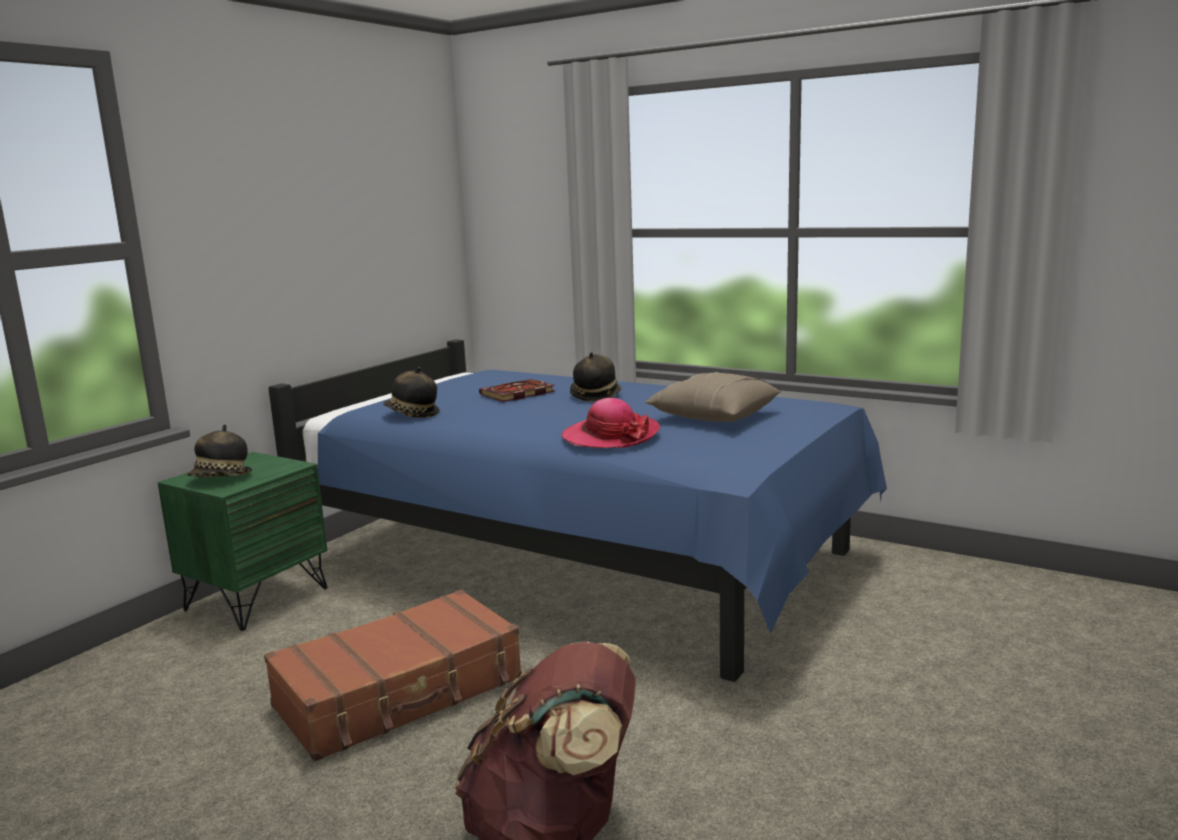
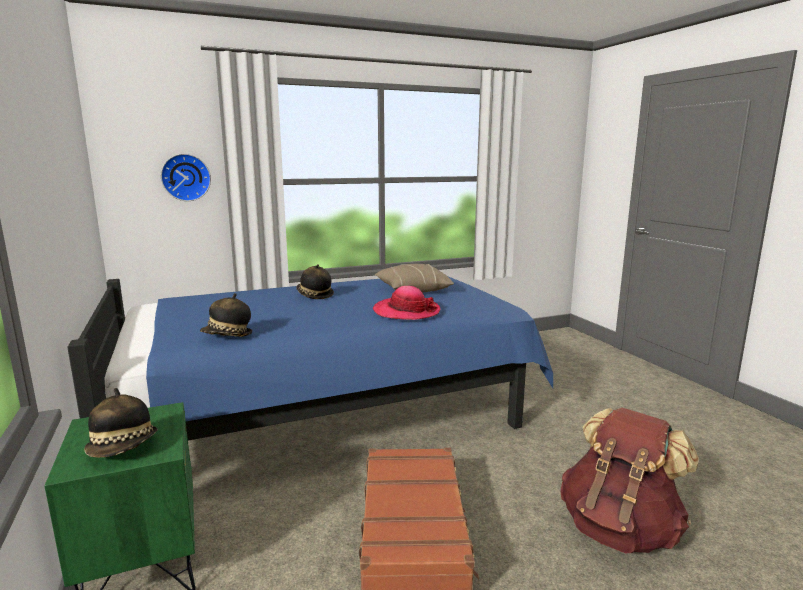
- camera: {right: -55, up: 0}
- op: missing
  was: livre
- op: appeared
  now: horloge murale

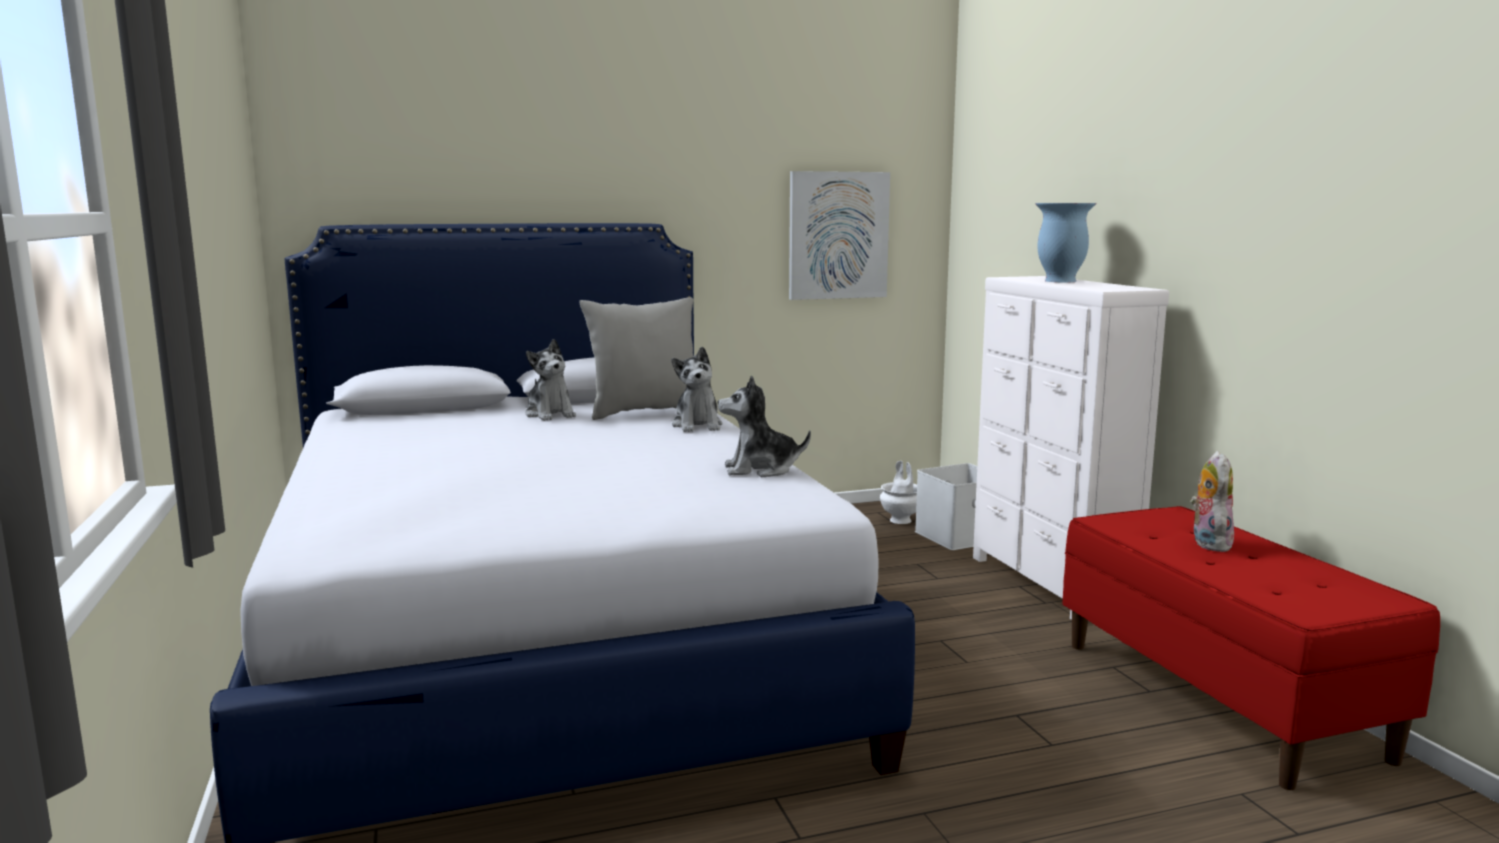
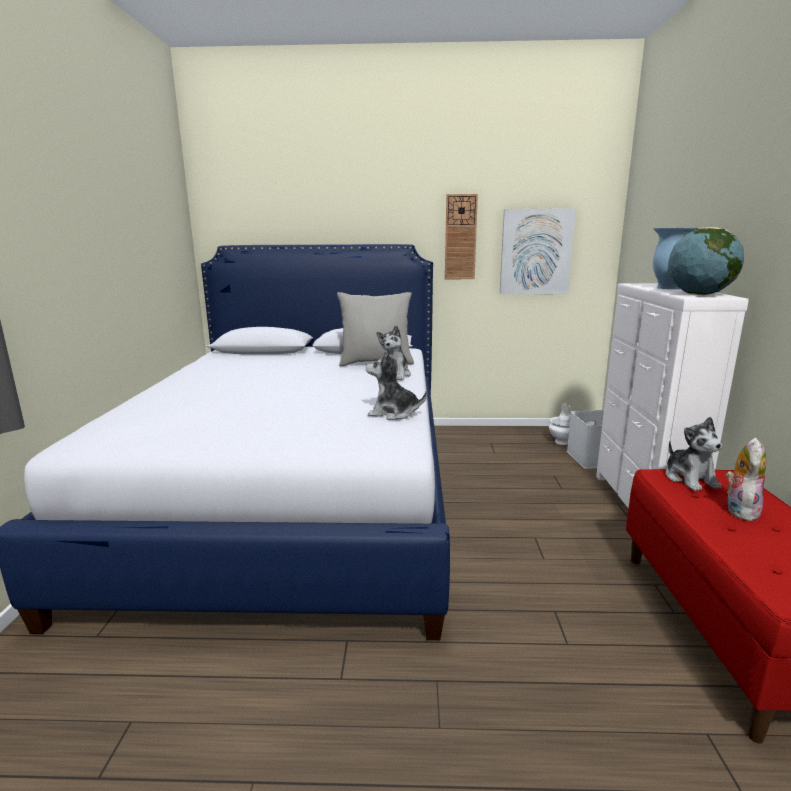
- camera: {right: 20, up: 5}
- op: relocated
  was: peluche (no. 1 from left in the first image)
  now: peluche (no. 3 from left)
- op: appeared
  now: horloge murale
- op: appeared
  now: globe

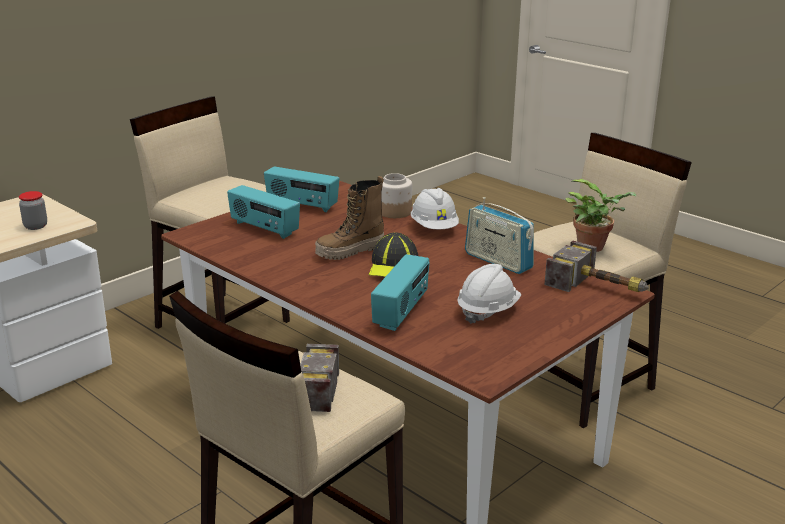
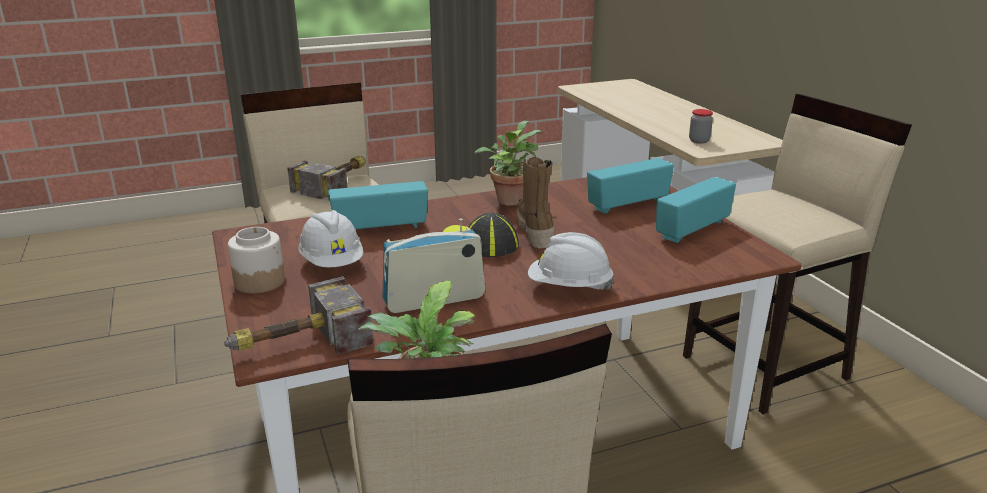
- camera: {right: 115, up: 0}
- op: relocated
  was: bocal (no. 2 from left in the first image)
  now: bocal (no. 1 from left)
- op: spun
  was: radio (no. 3 from left in the first image)
  clockwise: 120
- op: appeared
  now: plante en pot (no. 2 from left)

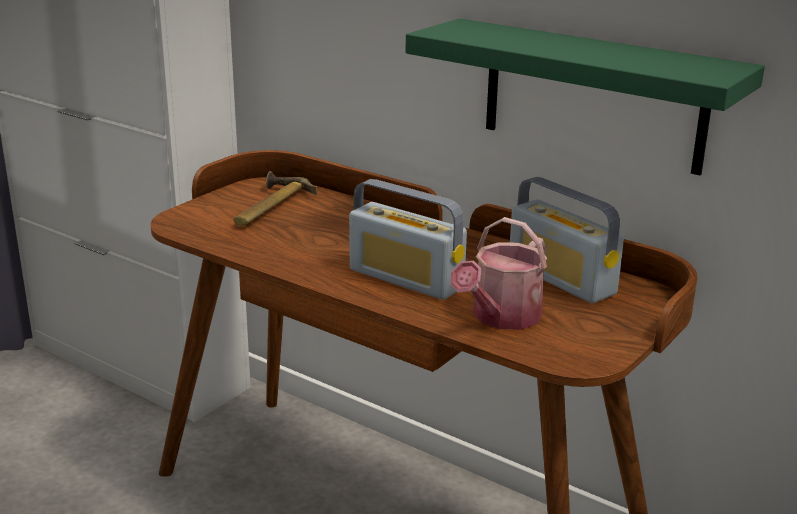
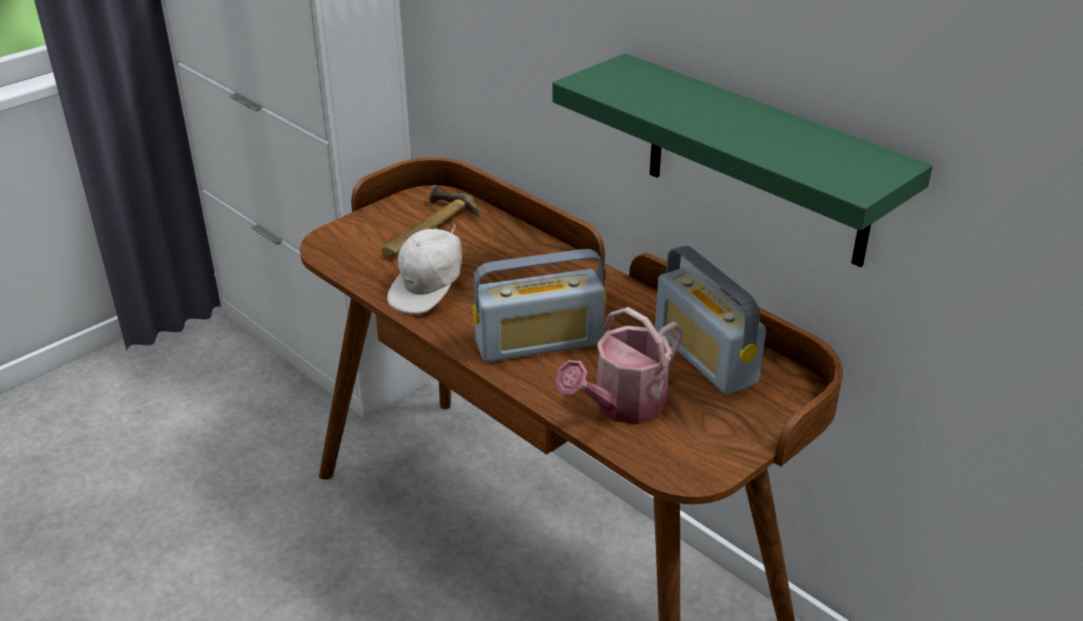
- camera: {right: 10, up: 10}
- op: spun
  was: radio (no. 1 from left)
  clockwise: -60
- op: appeared
  now: casquette [blanc]

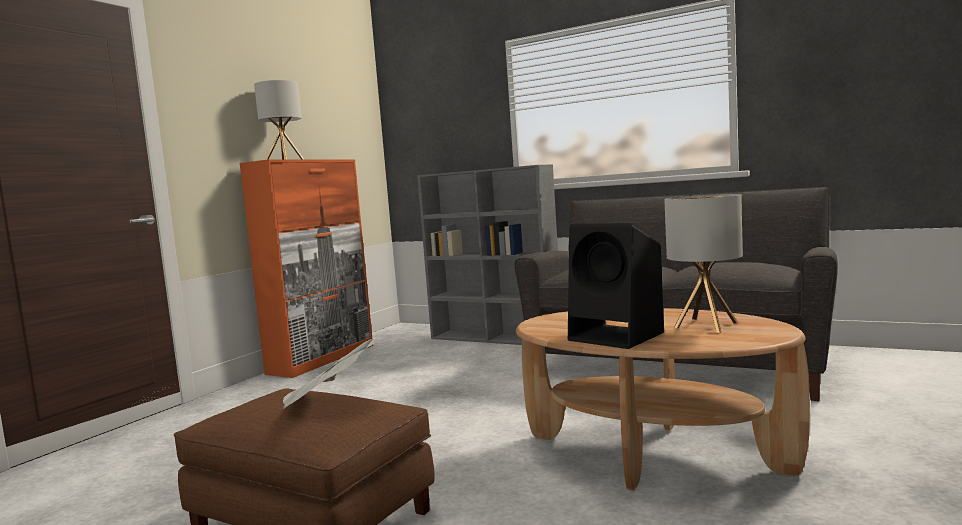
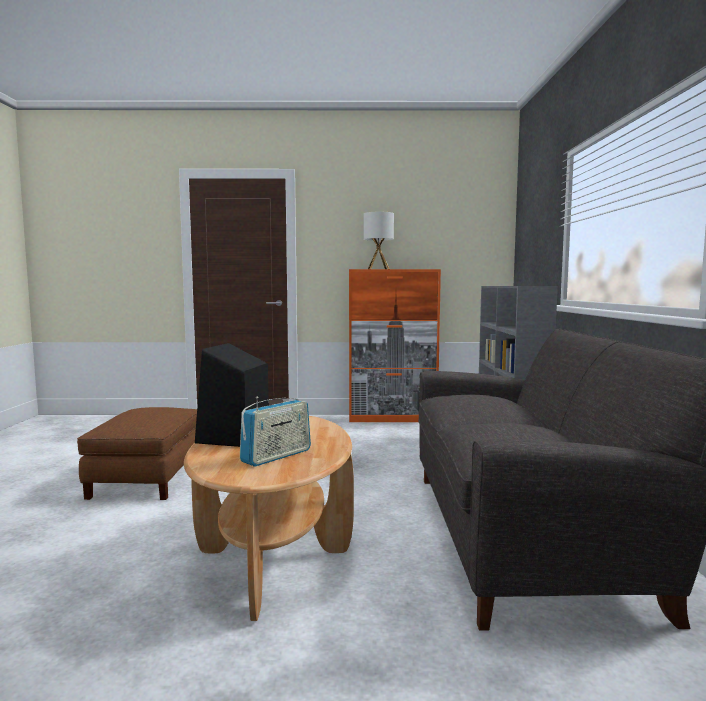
- camera: {right: 60, up: 0}
- op: exchanged
  was: lampe de table (no. 2 from left)
  now: radio
- op: missing
  was: journal

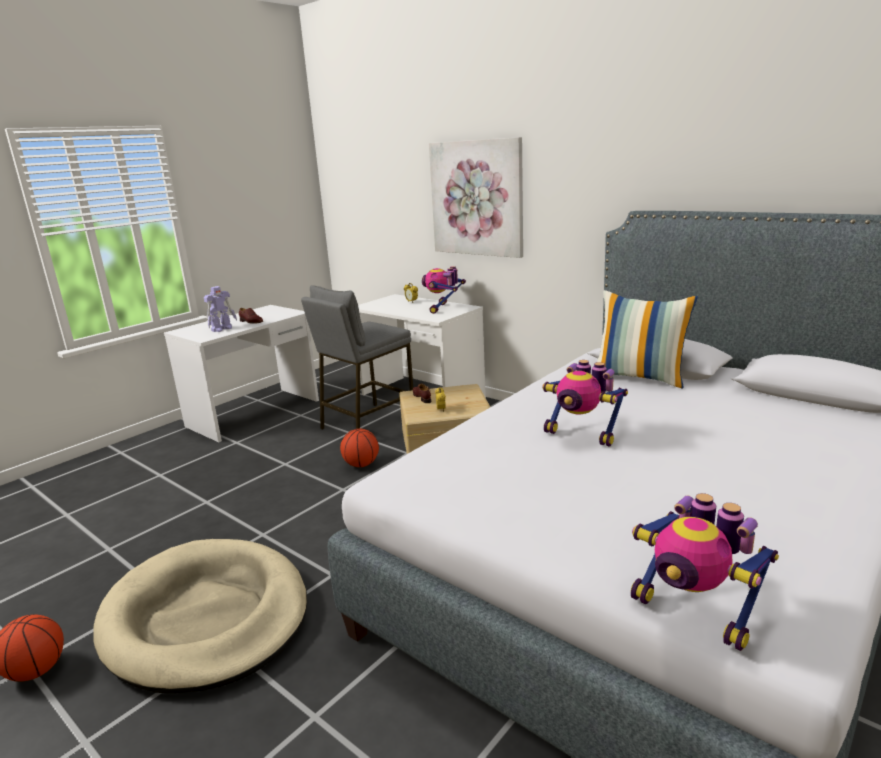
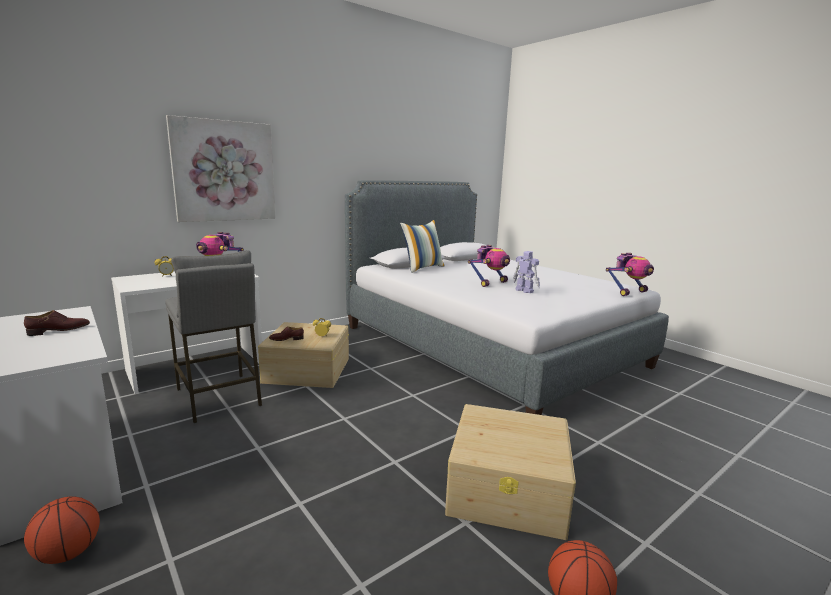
- camera: {right: -80, up: -5}
- op: relocated
  was: robot jouet (no. 1 from left in the first image)
  now: robot jouet (no. 3 from left)
- op: relocated
  was: ballon de basket (no. 2 from left in the first image)
  now: ballon de basket (no. 1 from left)
- op: exchanged
  was: panier pour chien [beige]
  now: boîte de rangement [beige] (no. 2 from left)

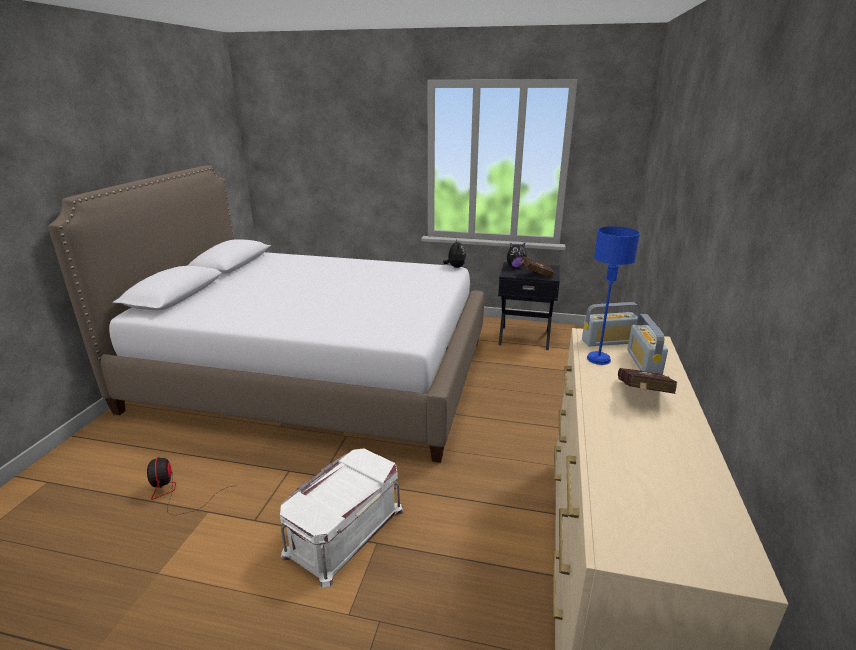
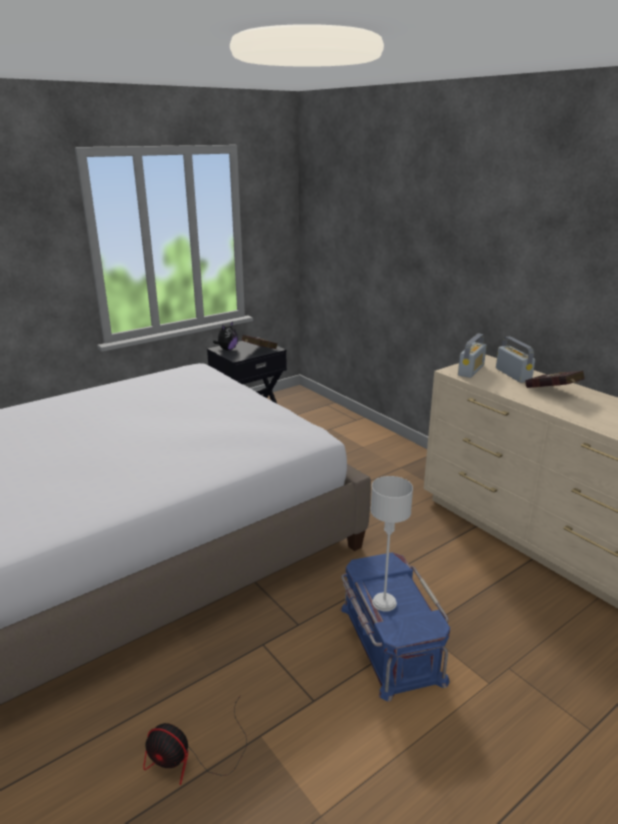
- camera: {right: -50, up: 0}
- op: missing
  was: lampe de table [bleu]
- op: missing
  was: peluche (no. 1 from left)
- op: spun
  was: radio (no. 2 from left)
  clockwise: -150
- op: colour
  was: boîte de rangement [blanc]
  now: boîte de rangement [bleu]
- op: appeared
  now: lampe de table [gris]

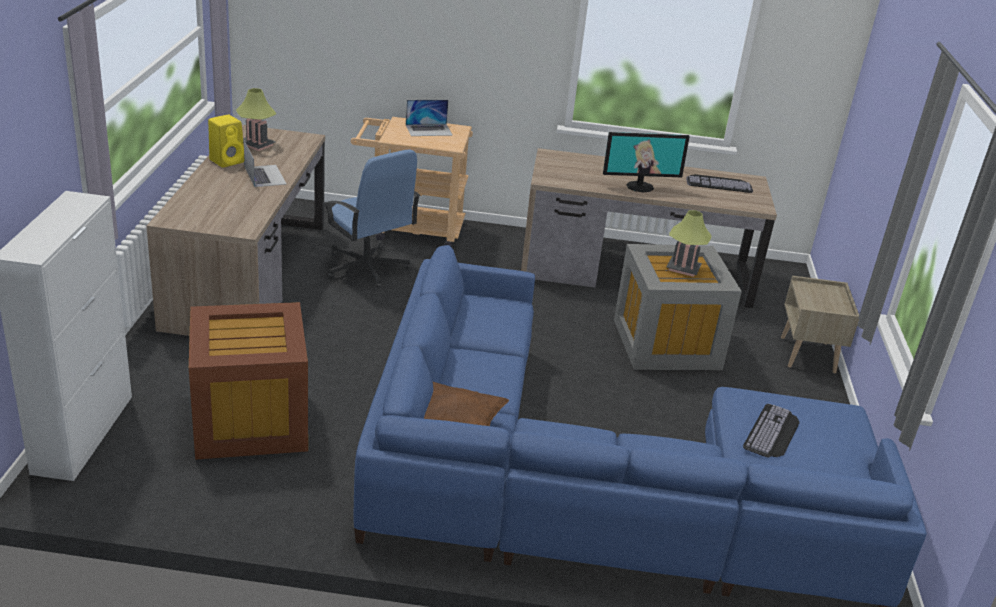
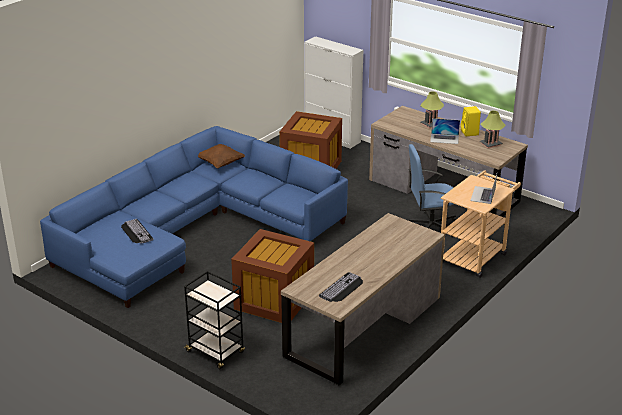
- camera: {right: 125, up: 0}
- op: missing
  was: écran d'ordinateur
- op: relocated
  was: lampe de table (no. 2 from left in the first image)
  now: lampe de table (no. 1 from left)
- op: colour
  was: boîte de rangement [gris]
  now: boîte de rangement [marron] (no. 1 from left)
- op: exchanged
  was: table de chevet [beige]
  now: chariot [noir]

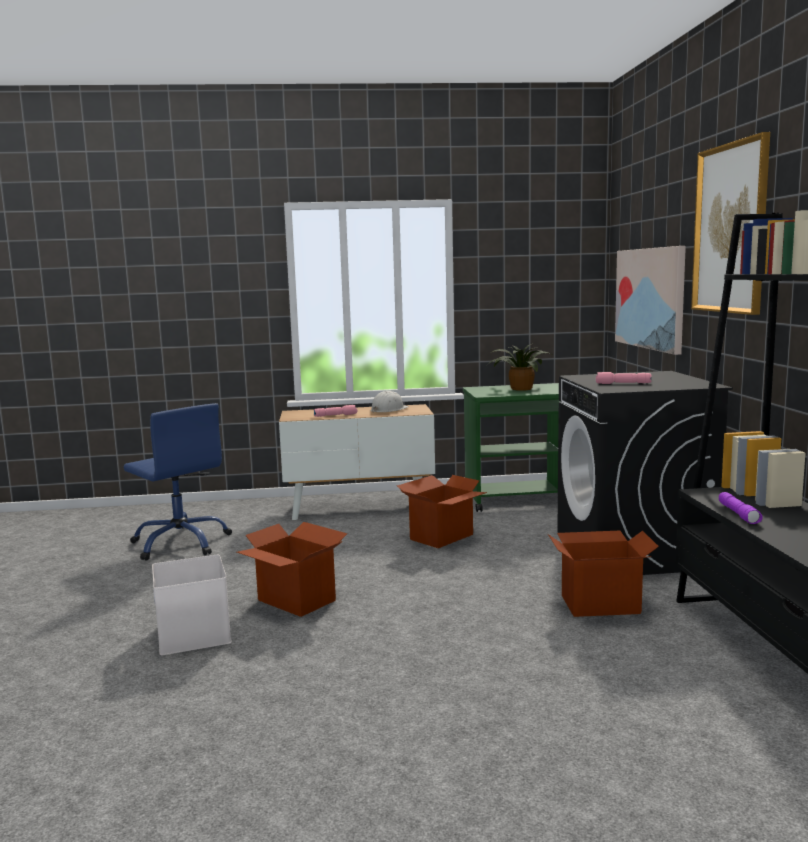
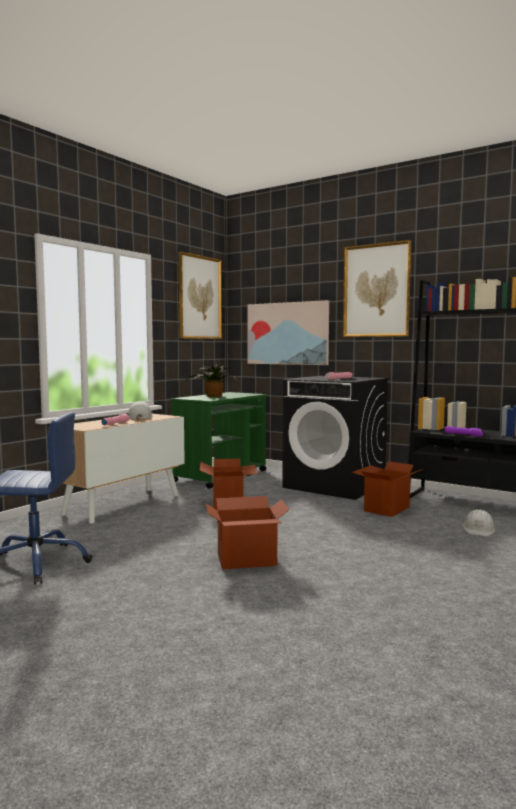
- camera: {right: -50, up: -5}
- op: missing
  was: boîte de rangement [blanc]
- op: appeared
  now: tableau (no. 1 from left)
- op: appeared
  now: casque de chantier [blanc] (no. 2 from left)

